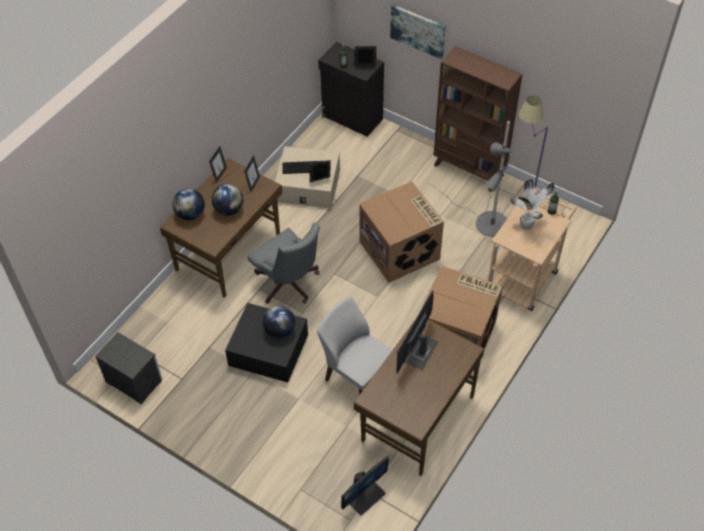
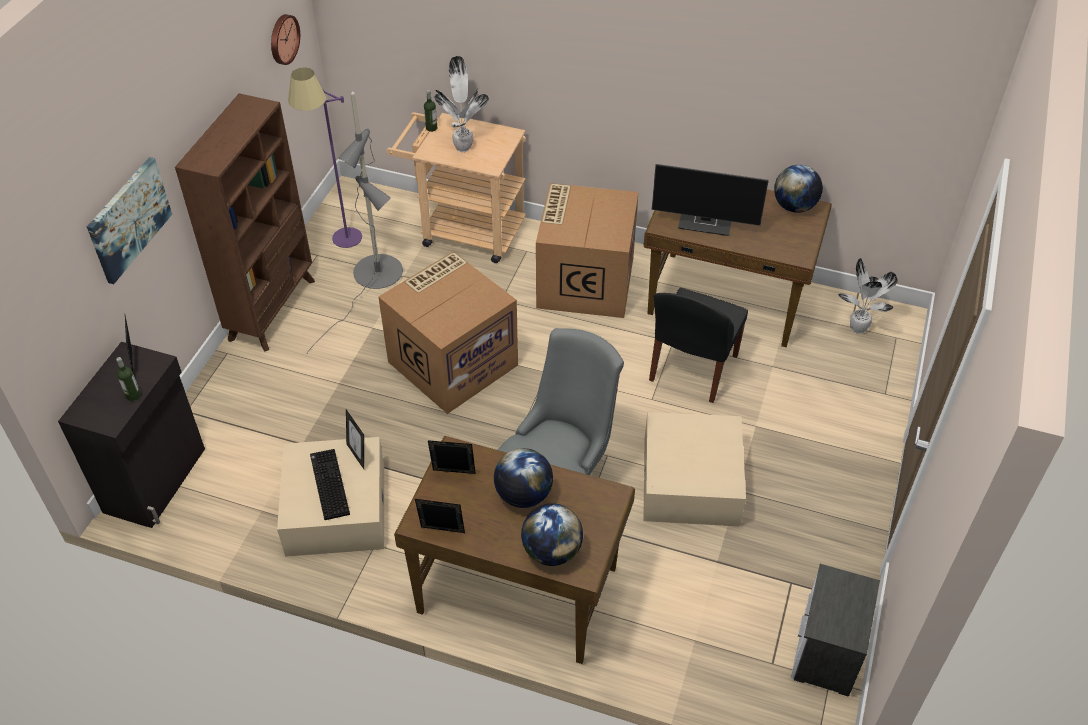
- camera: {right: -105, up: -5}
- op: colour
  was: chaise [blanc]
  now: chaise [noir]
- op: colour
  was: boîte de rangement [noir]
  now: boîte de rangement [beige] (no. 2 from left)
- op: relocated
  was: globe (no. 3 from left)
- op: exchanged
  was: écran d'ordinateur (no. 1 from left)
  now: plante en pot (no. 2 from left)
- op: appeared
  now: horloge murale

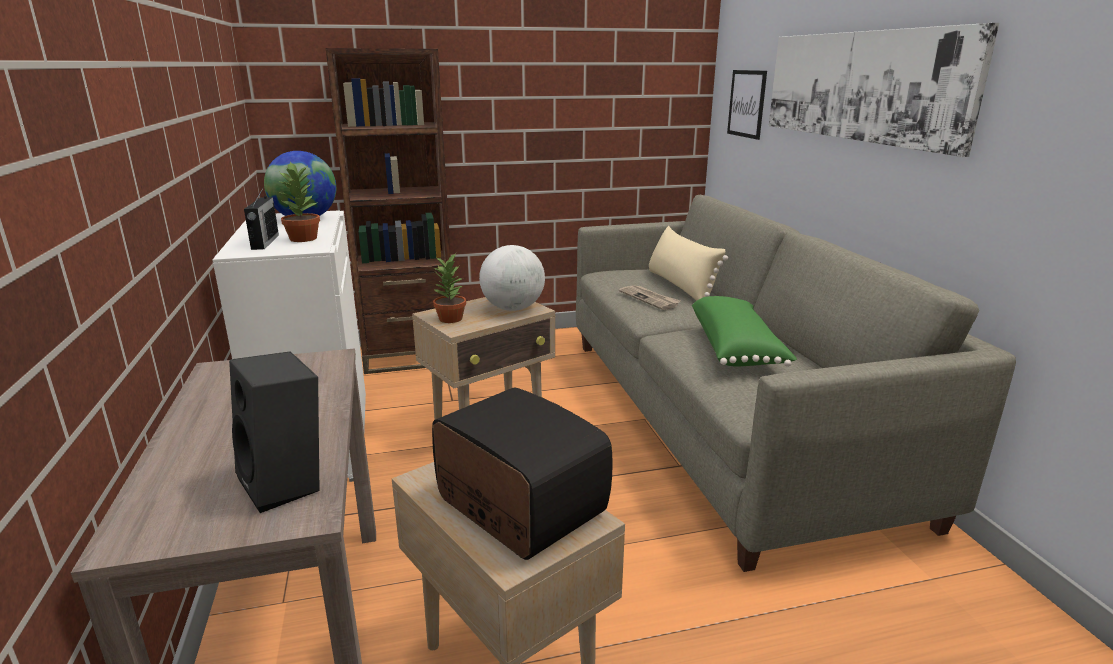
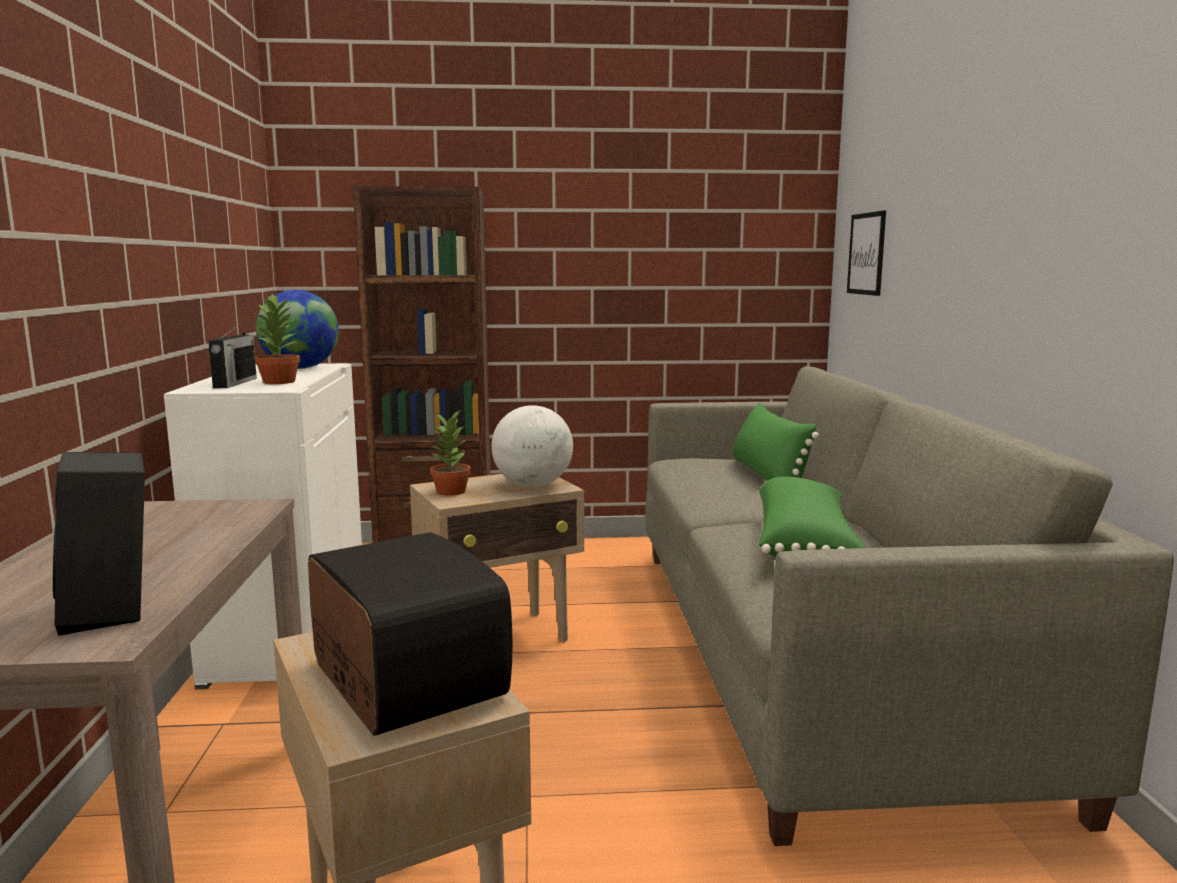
- camera: {right: 10, up: -10}
- op: missing
  was: tableau (no. 2 from left)
- op: colour
  was: coussin [beige]
  now: coussin [vert] (no. 1 from left)
- op: missing
  was: journal

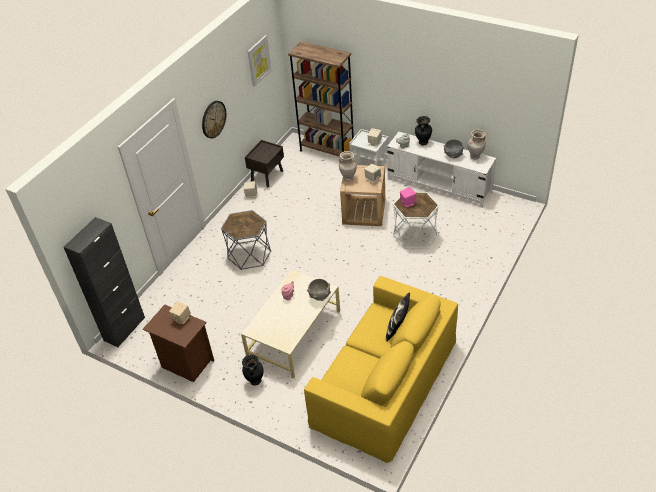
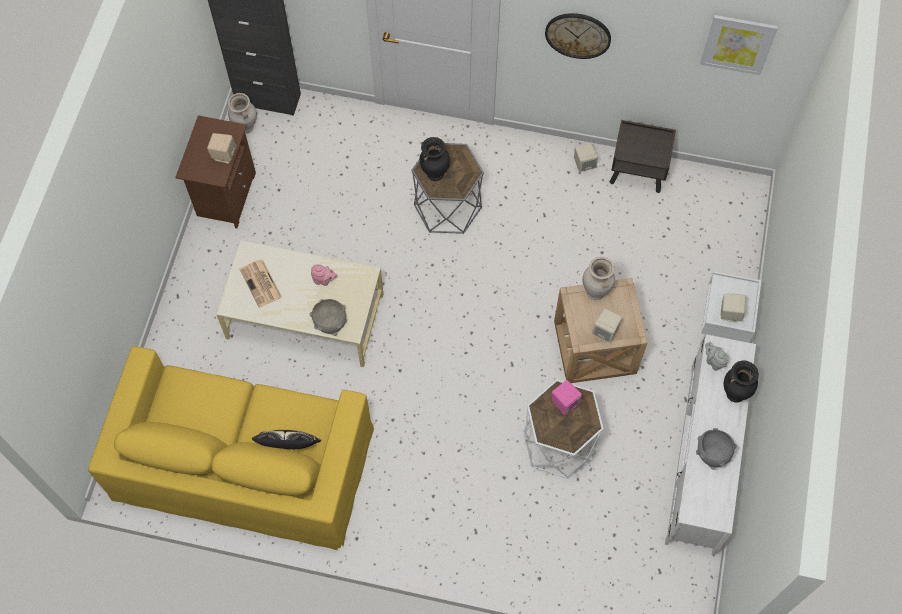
- camera: {right: 70, up: 20}
- op: missing
  was: bibliothèque [marron]
- op: relocated
  was: vase [beige] (no. 2 from left in the first image)
  now: vase [beige] (no. 1 from left)
- op: relocated
  was: vase [noir] (no. 1 from left)
- op: appeared
  now: journal

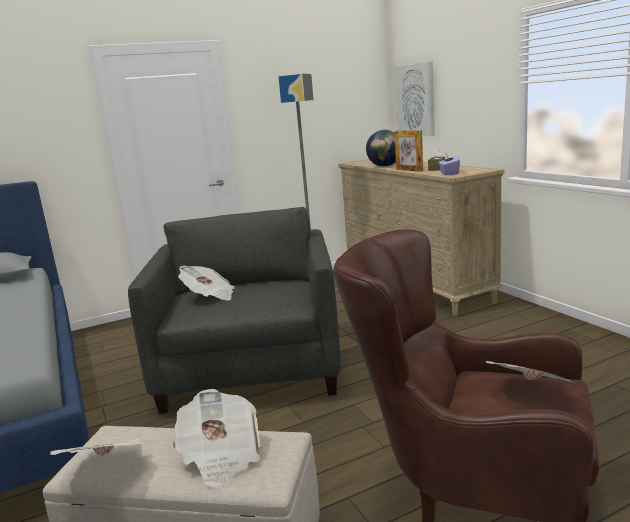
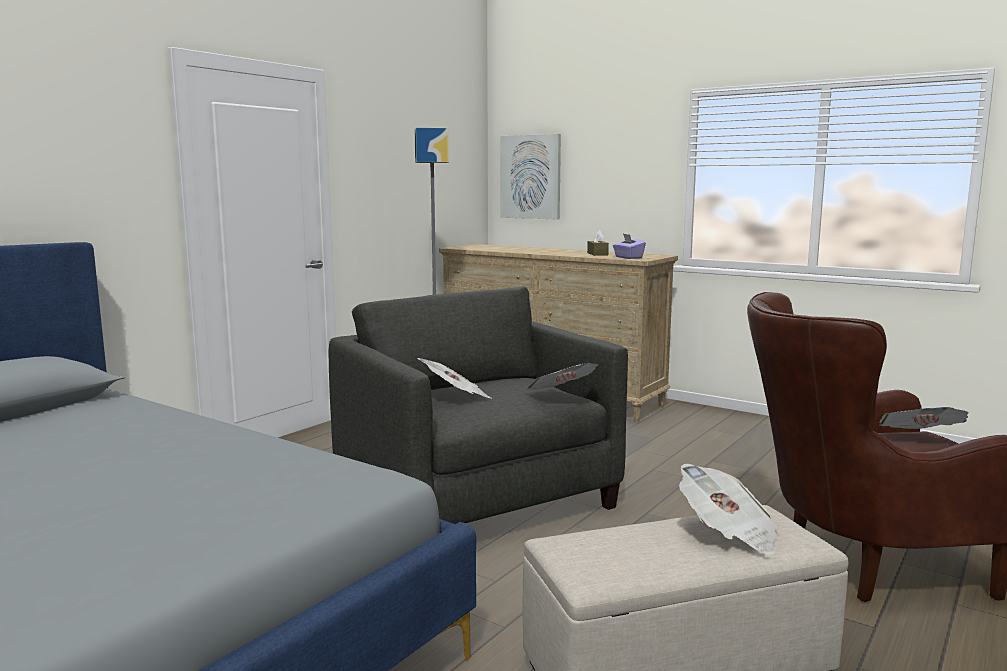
- camera: {right: -30, up: -5}
- op: missing
  was: globe
- op: missing
  was: cadre photo
- op: relocated
  was: journal (no. 1 from left in the first image)
  now: journal (no. 2 from left)

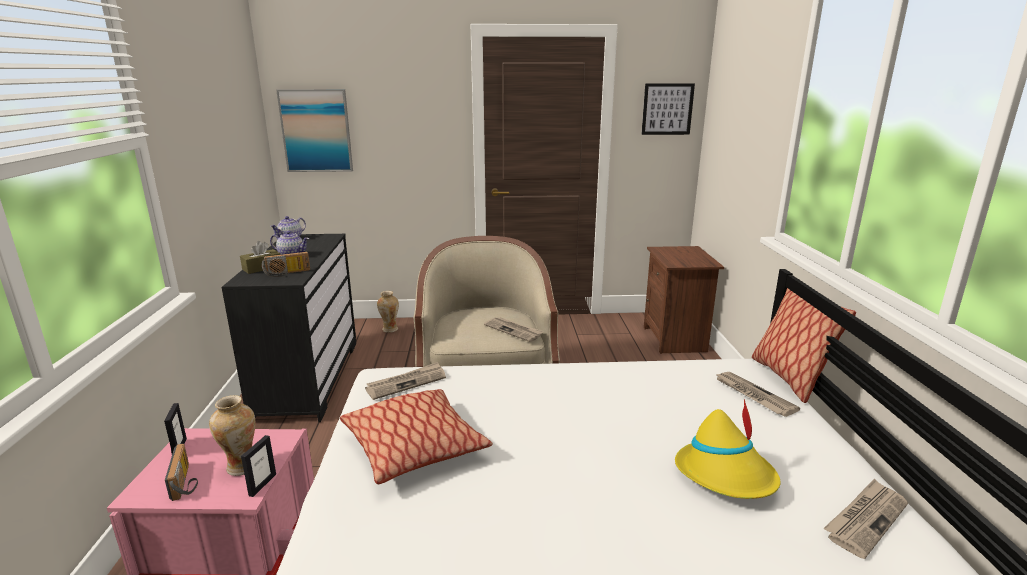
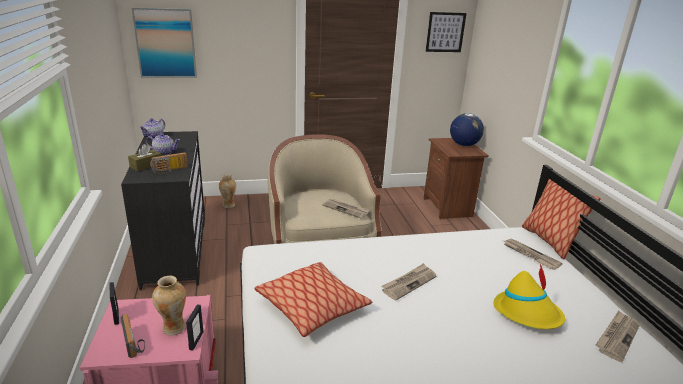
- camera: {right: -10, up: 5}
- op: relocated
  was: journal (no. 1 from left in the first image)
  now: journal (no. 2 from left)
- op: appeared
  now: globe

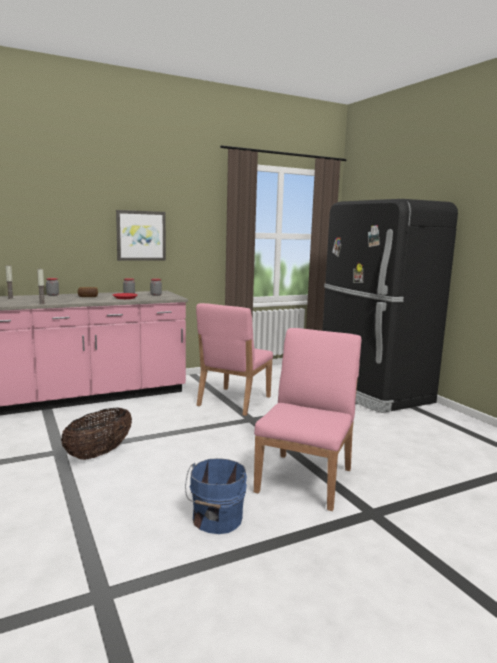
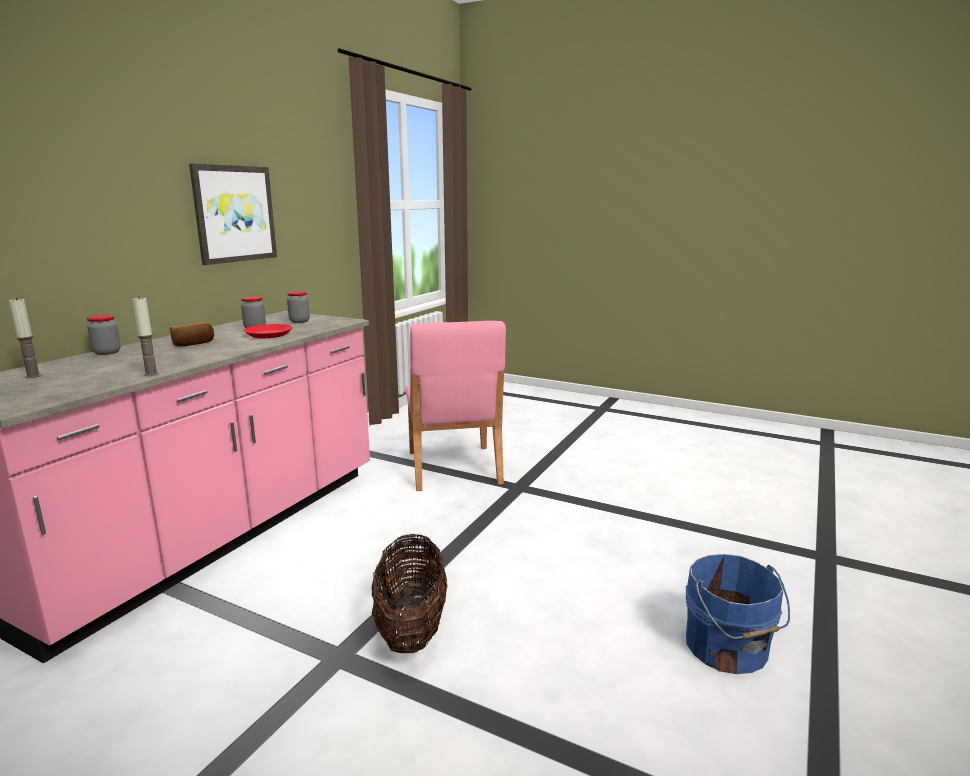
- camera: {right: -35, up: 5}
- op: missing
  was: réfrigérateur [noir]
- op: missing
  was: chaise [rose] (no. 2 from left)

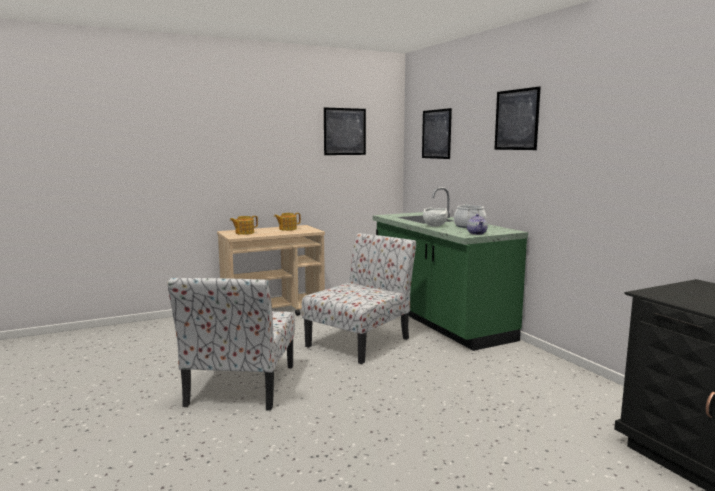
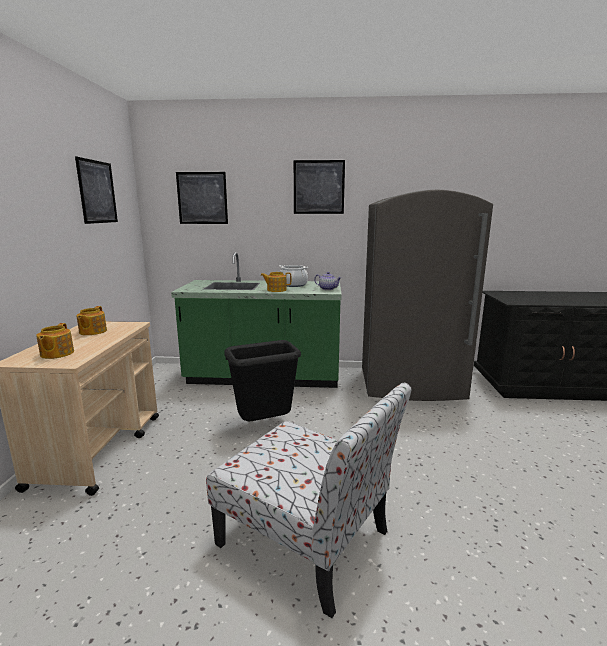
- camera: {right: -60, up: 5}
- op: exchanged
  was: bol [blanc]
  now: théière (no. 3 from left)
- op: exchanged
  was: chaise (no. 2 from left)
  now: poubelle [noir]
- op: appeared
  now: réfrigérateur [gris]

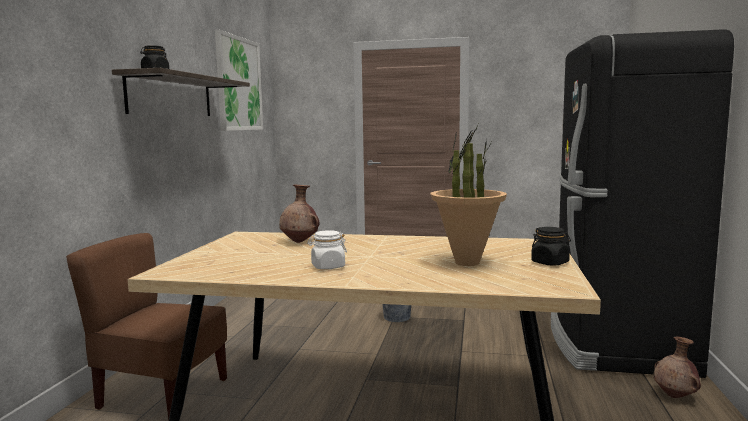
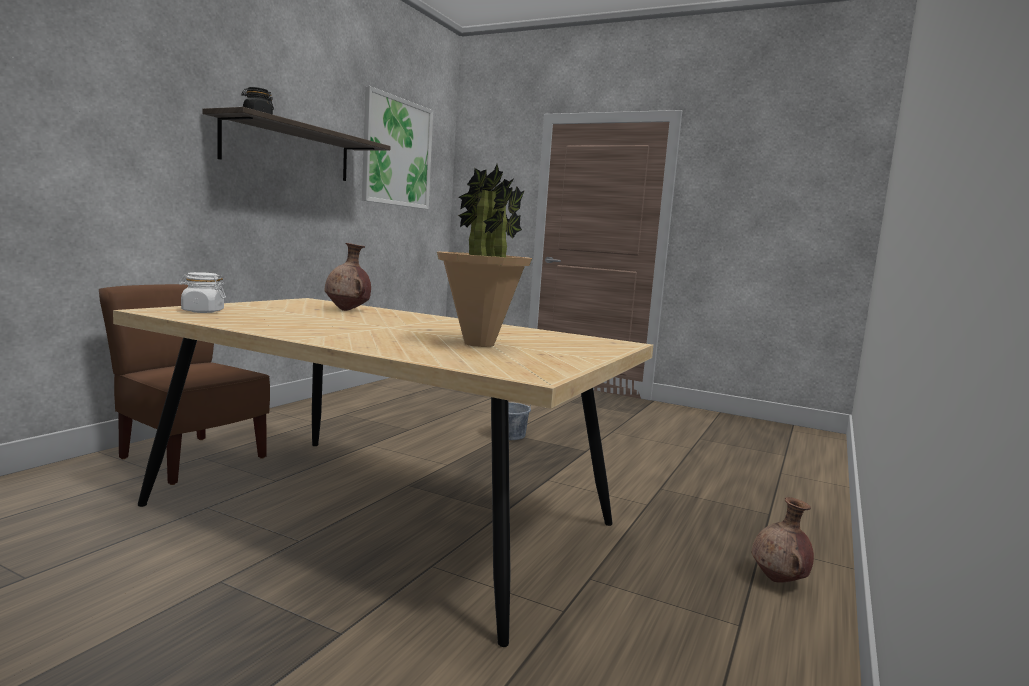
- camera: {right: 15, up: 0}
- op: missing
  was: réfrigérateur [noir]
- op: missing
  was: bocal [noir] (no. 2 from left)
- op: relocated
  was: bocal [blanc]

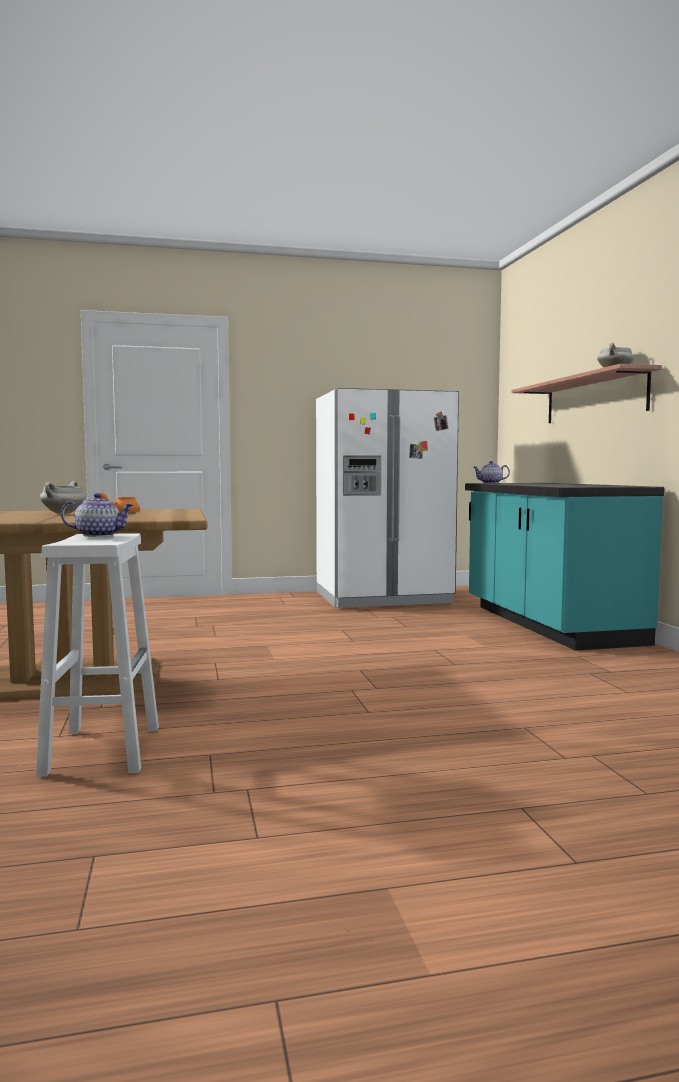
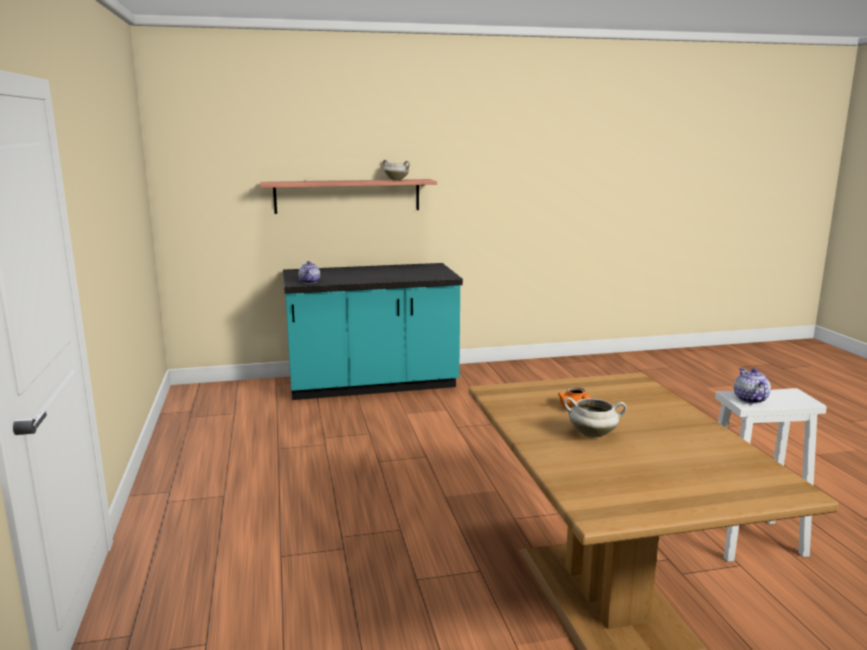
- camera: {right: -90, up: 10}
- op: missing
  was: réfrigérateur [blanc]

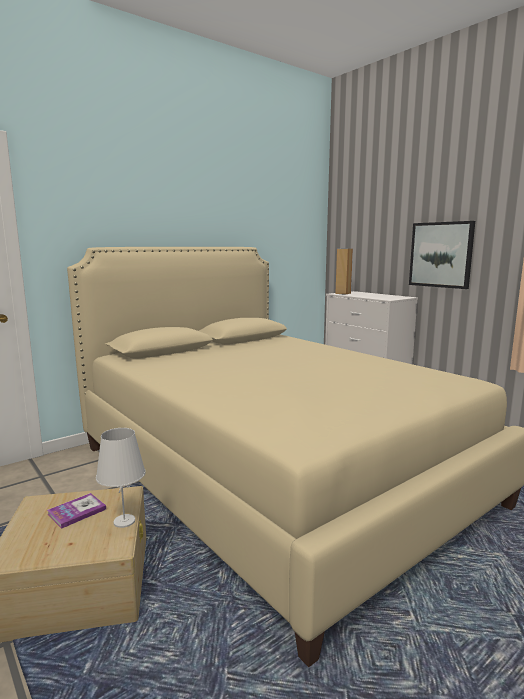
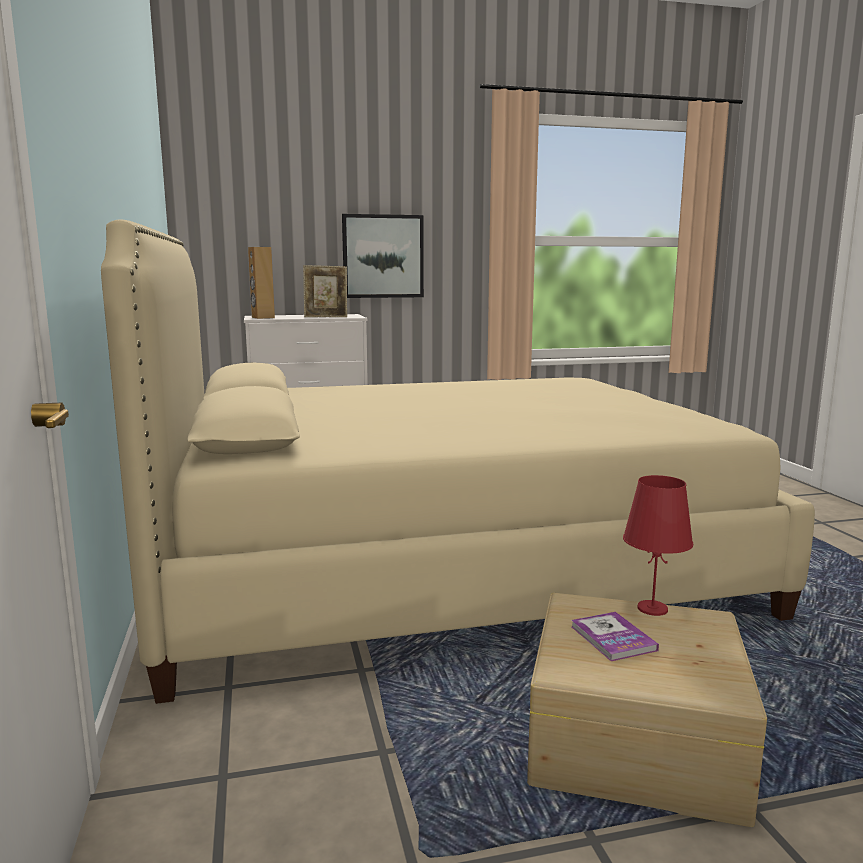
- camera: {right: -65, up: 0}
- op: colour
  was: lampe de table [blanc]
  now: lampe de table [rouge]
- op: appeared
  now: cadre photo

